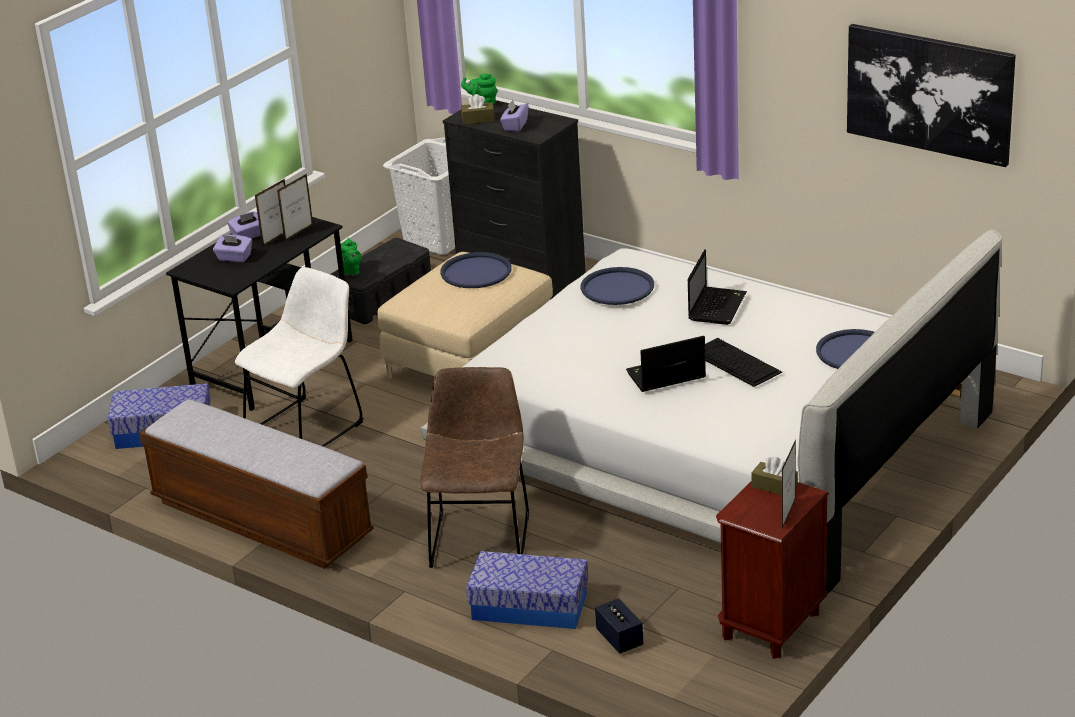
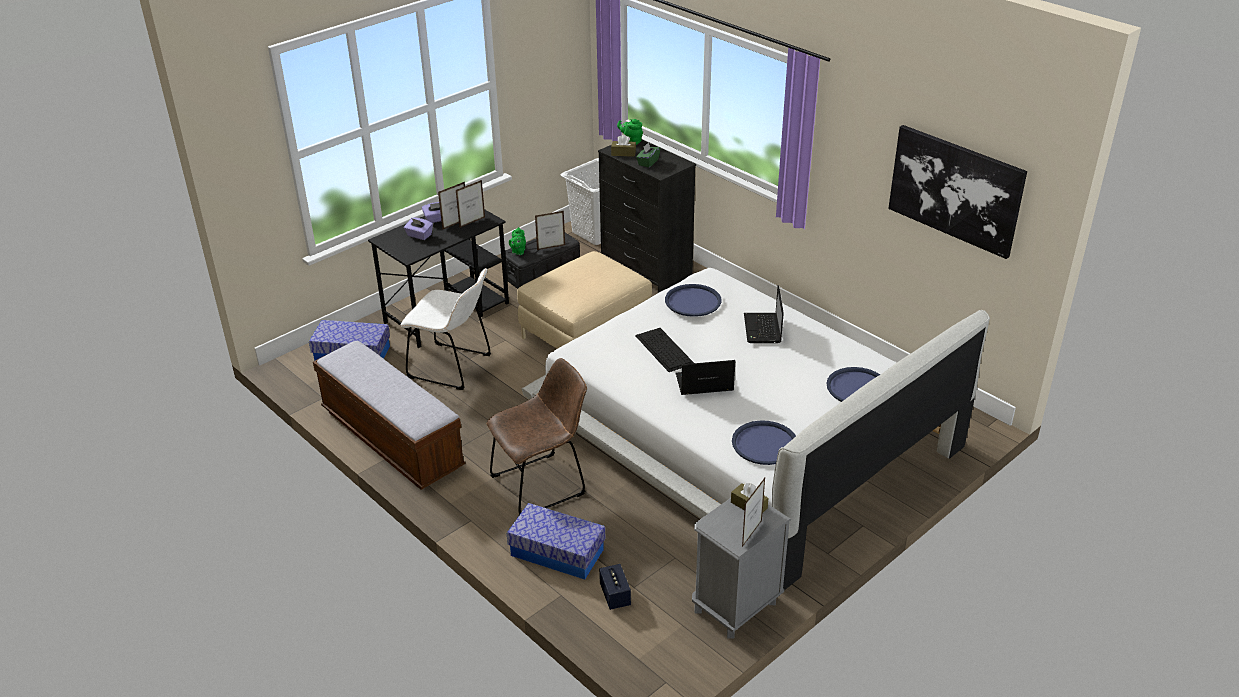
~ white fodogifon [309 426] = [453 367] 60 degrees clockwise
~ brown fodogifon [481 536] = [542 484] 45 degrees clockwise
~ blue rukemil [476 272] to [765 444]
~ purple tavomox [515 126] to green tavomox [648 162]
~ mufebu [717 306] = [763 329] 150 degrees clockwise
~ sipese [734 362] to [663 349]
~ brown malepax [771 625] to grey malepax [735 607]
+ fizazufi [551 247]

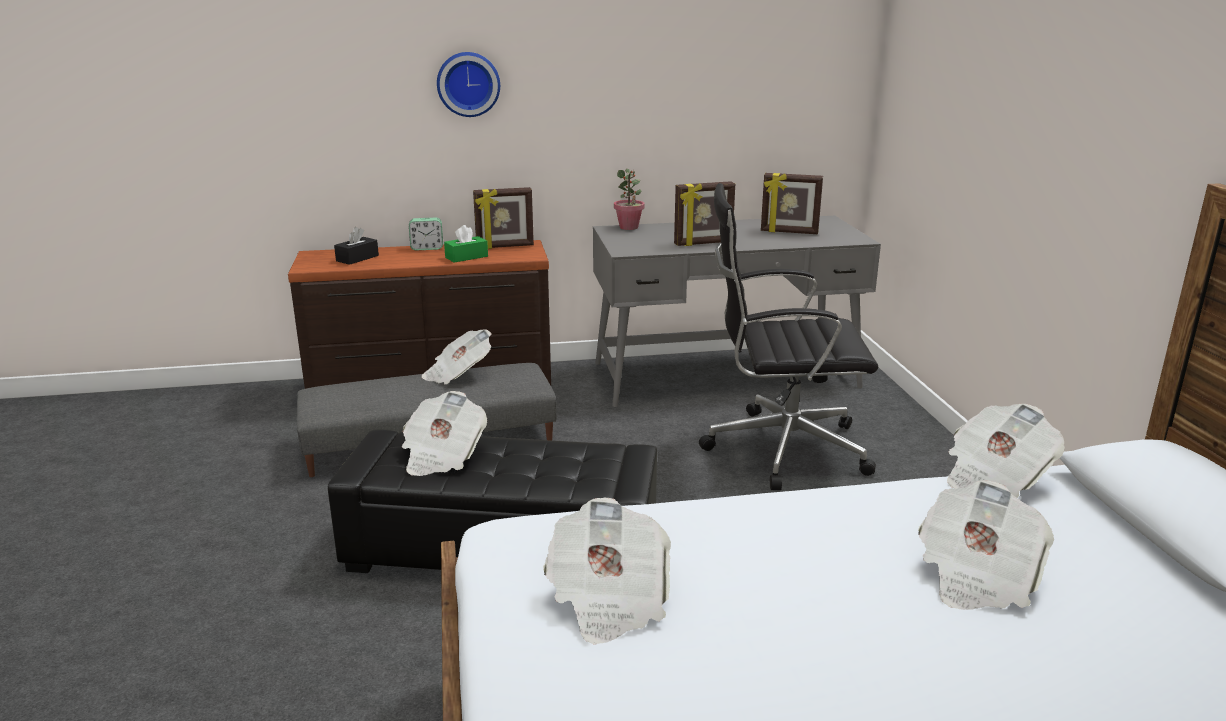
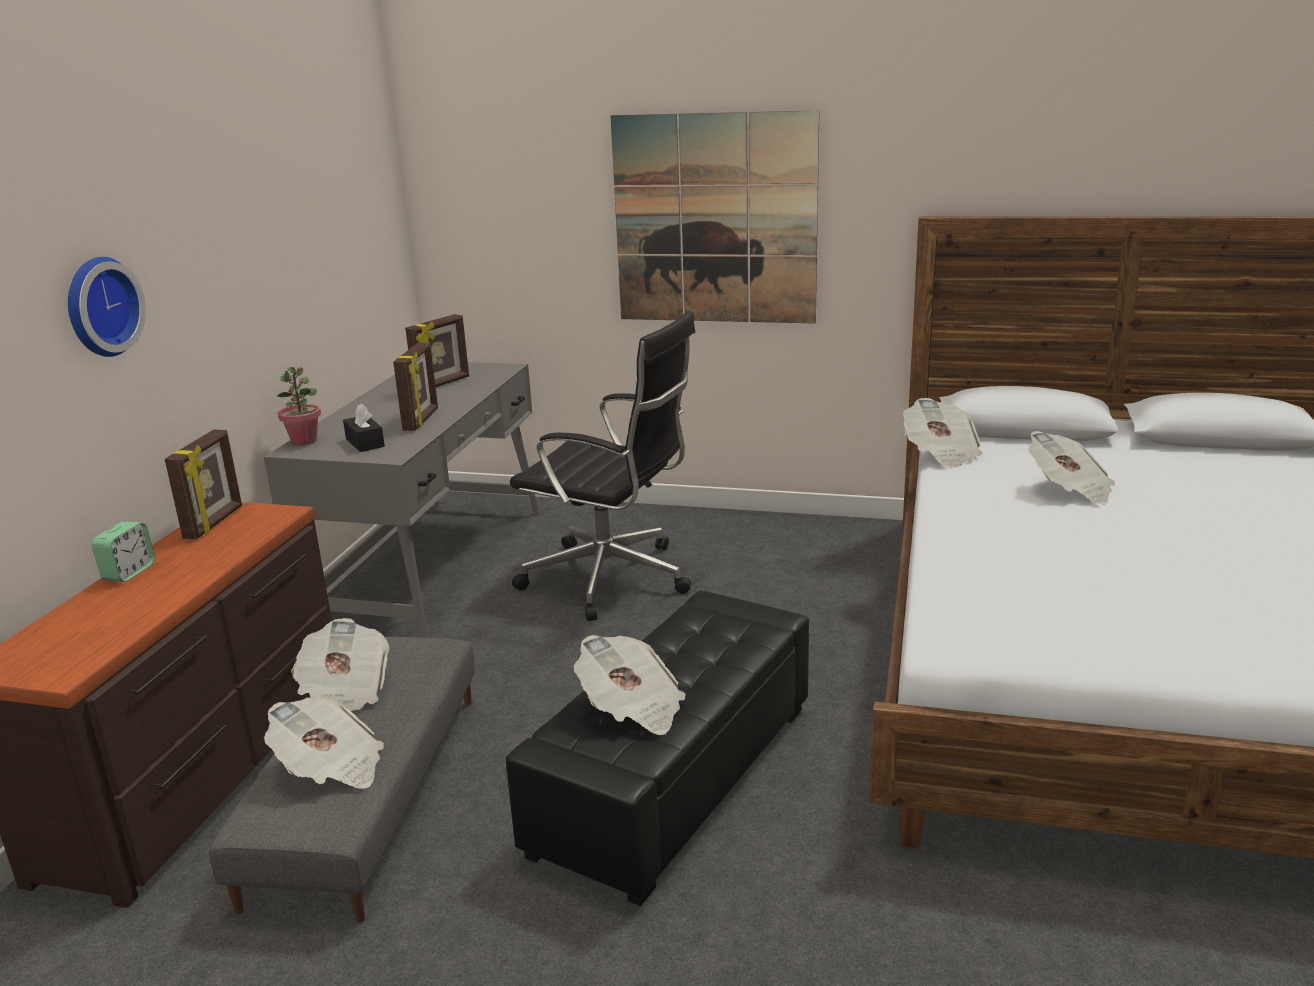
~ black tavomox [357 258] to [365 442]
- green tavomox [466 257]
~ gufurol [608 600] to [331 768]
~ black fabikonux [781 449] = [612 579] 90 degrees counterclockwise
+ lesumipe [715 220]

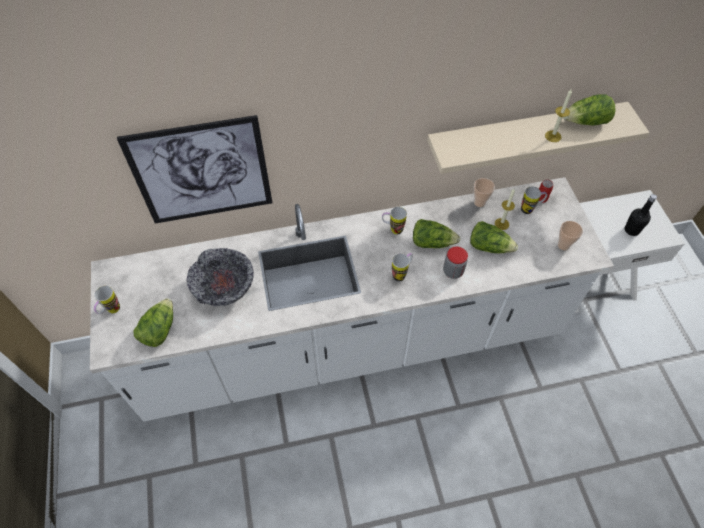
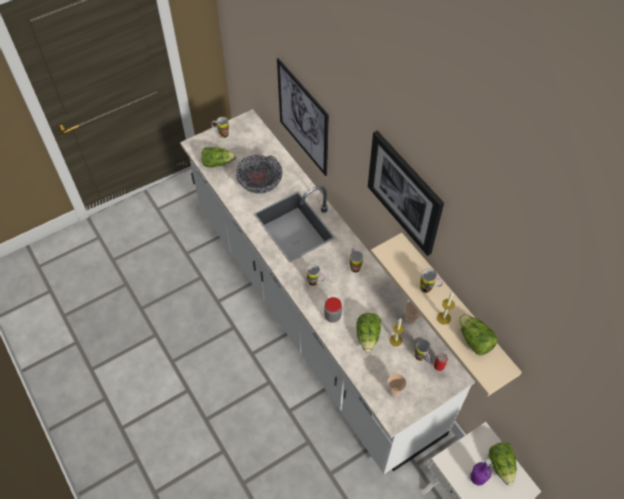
~ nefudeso [432 242] to [501 465]
~ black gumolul [631 230] to purple gumolul [478 478]
+ lesumipe [405 192]
+ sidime [429 289]

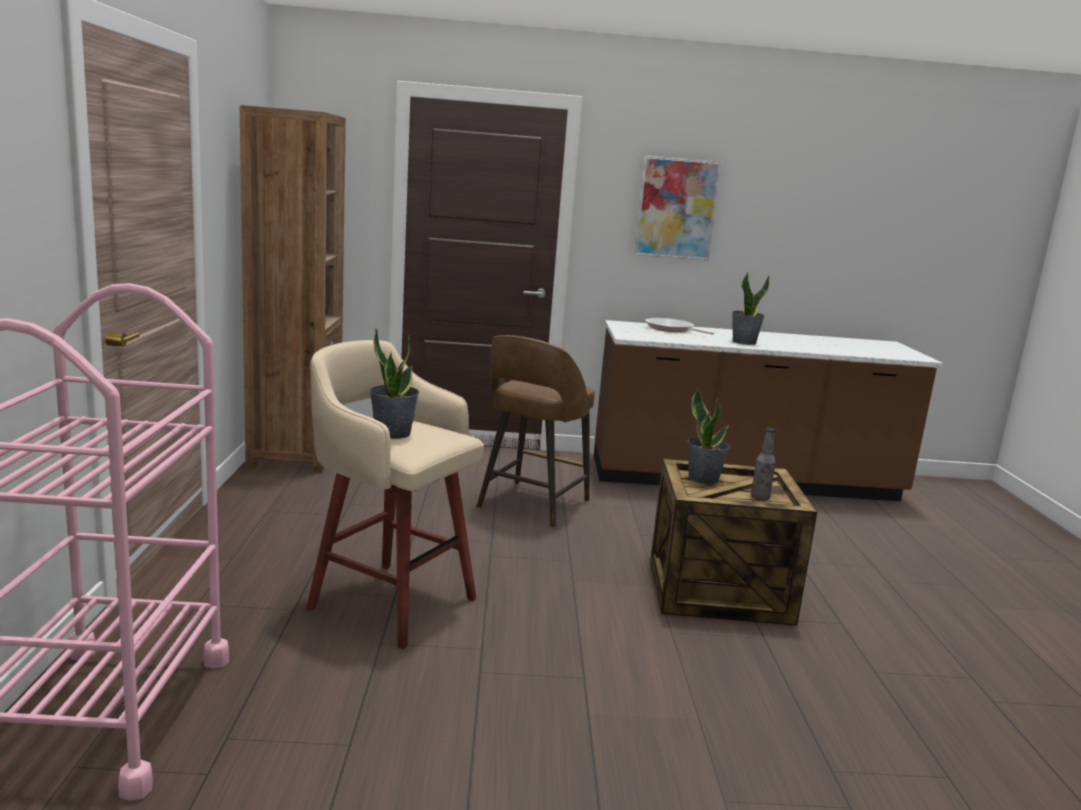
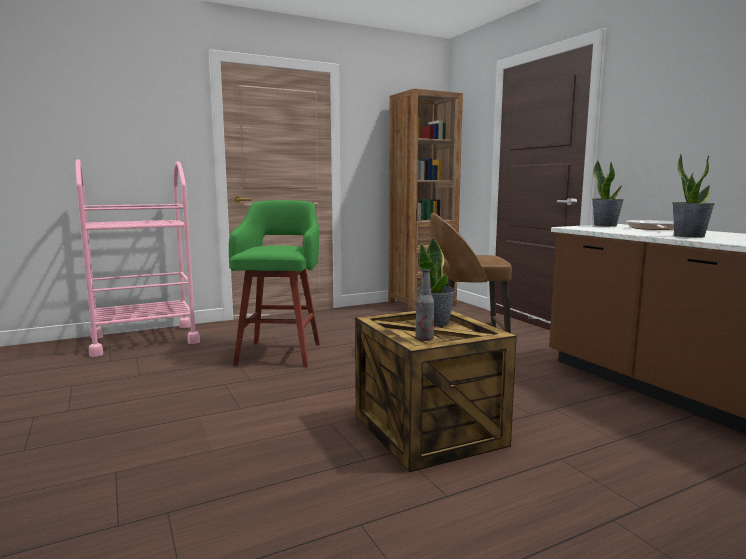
~ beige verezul [389 601] to green verezul [280 353]
~ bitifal [392 433] to [605 225]
- lesumipe [676 208]

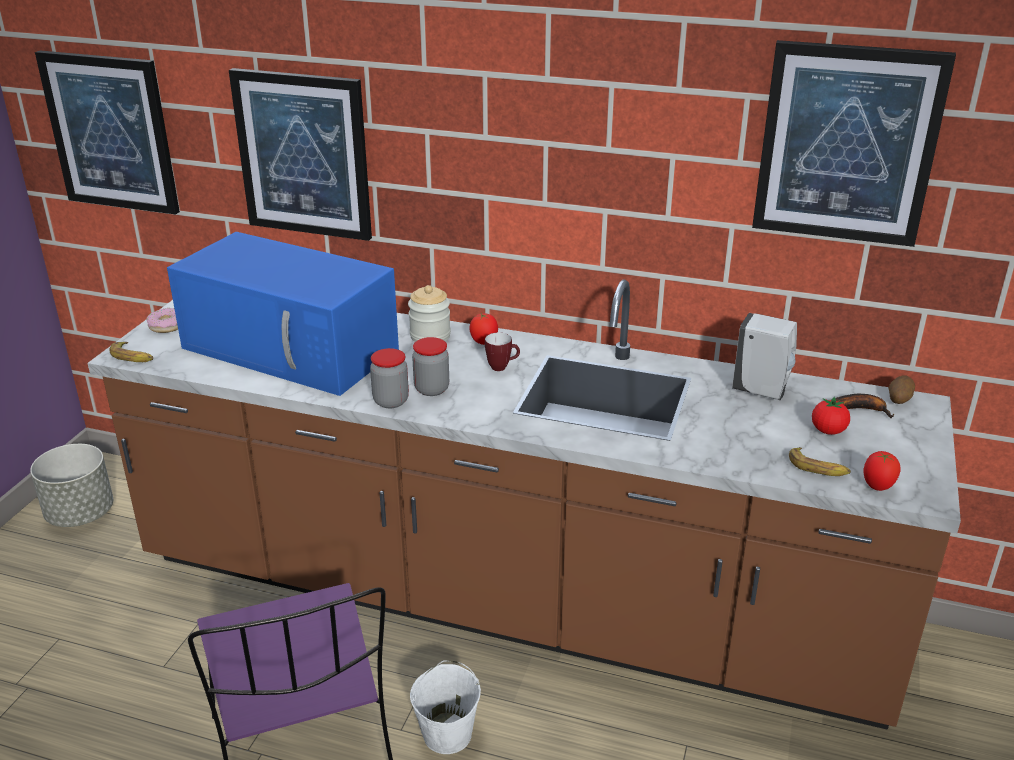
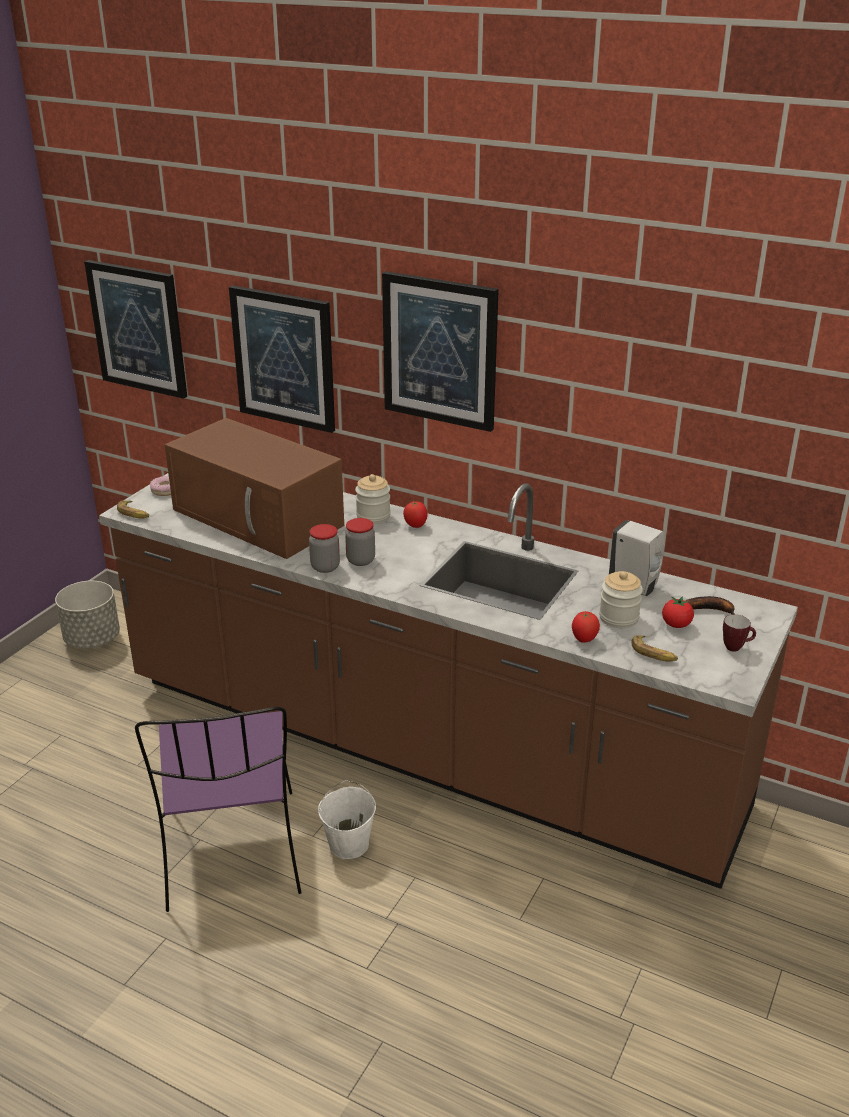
~ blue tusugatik [293 349] to brown tusugatik [260 518]
~ sidime [502 367] to [736 647]
~ lesumipe [847 144] to [440 351]
~ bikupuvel [877 487] to [584 640]
- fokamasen [898 400]
+ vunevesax [618 618]

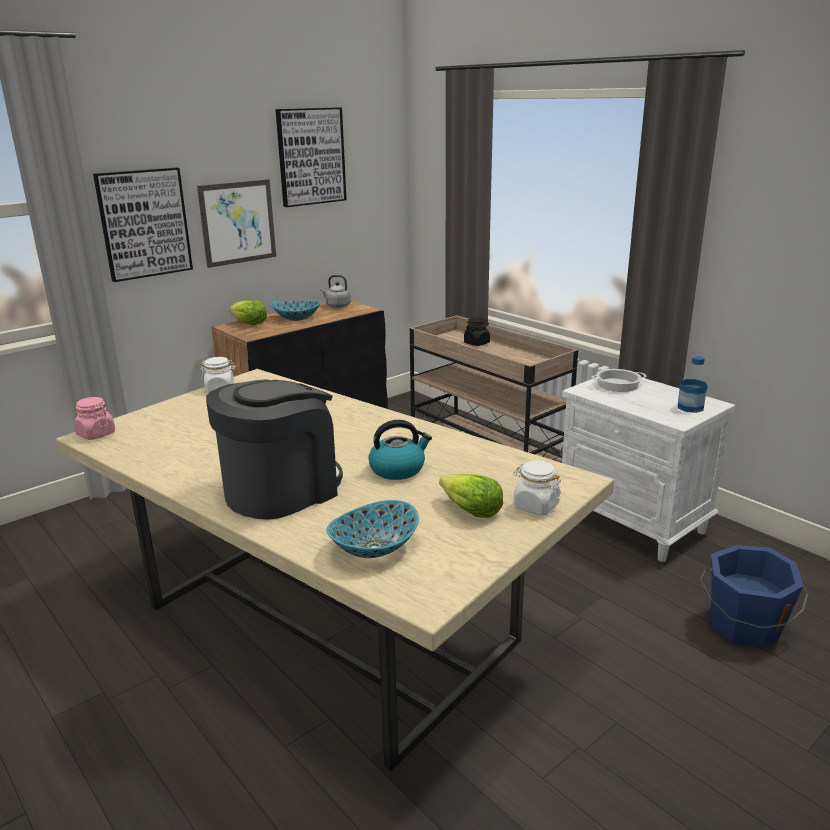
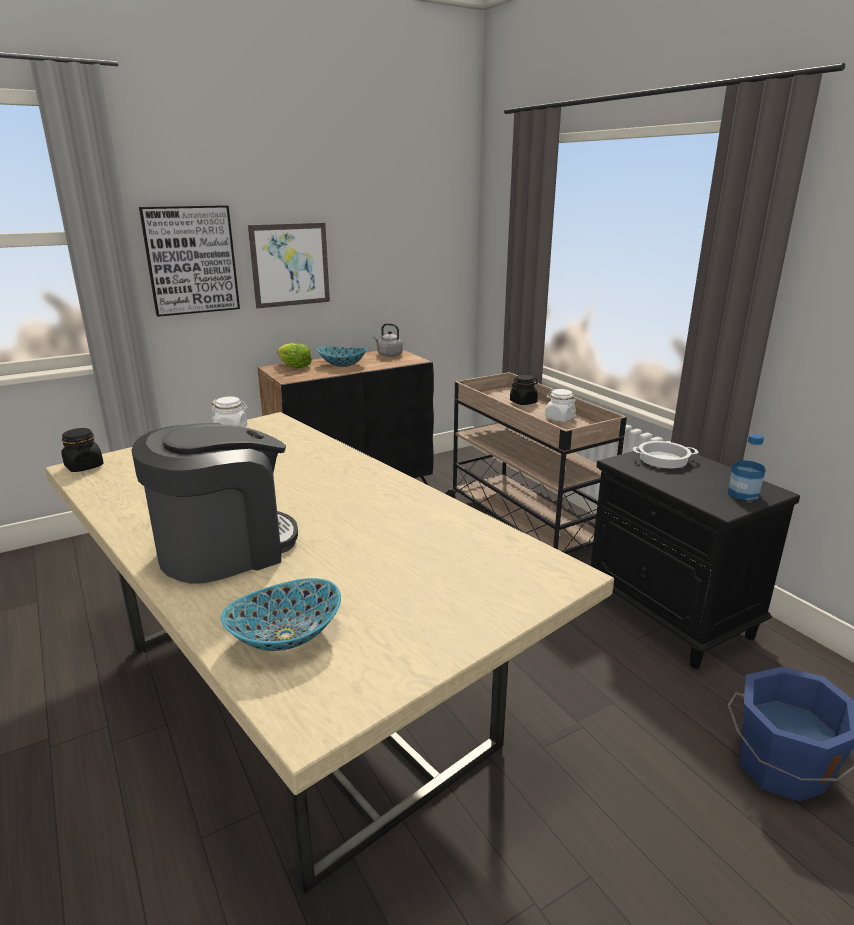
~ pink vunevesax [96 434] to black vunevesax [84 466]
- lesumipe [311 156]
- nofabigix [398 469]
- nefudeso [470 510]
~ white vunevesax [535 506] to [559 418]
~ white malepax [633 523] to black malepax [670 616]

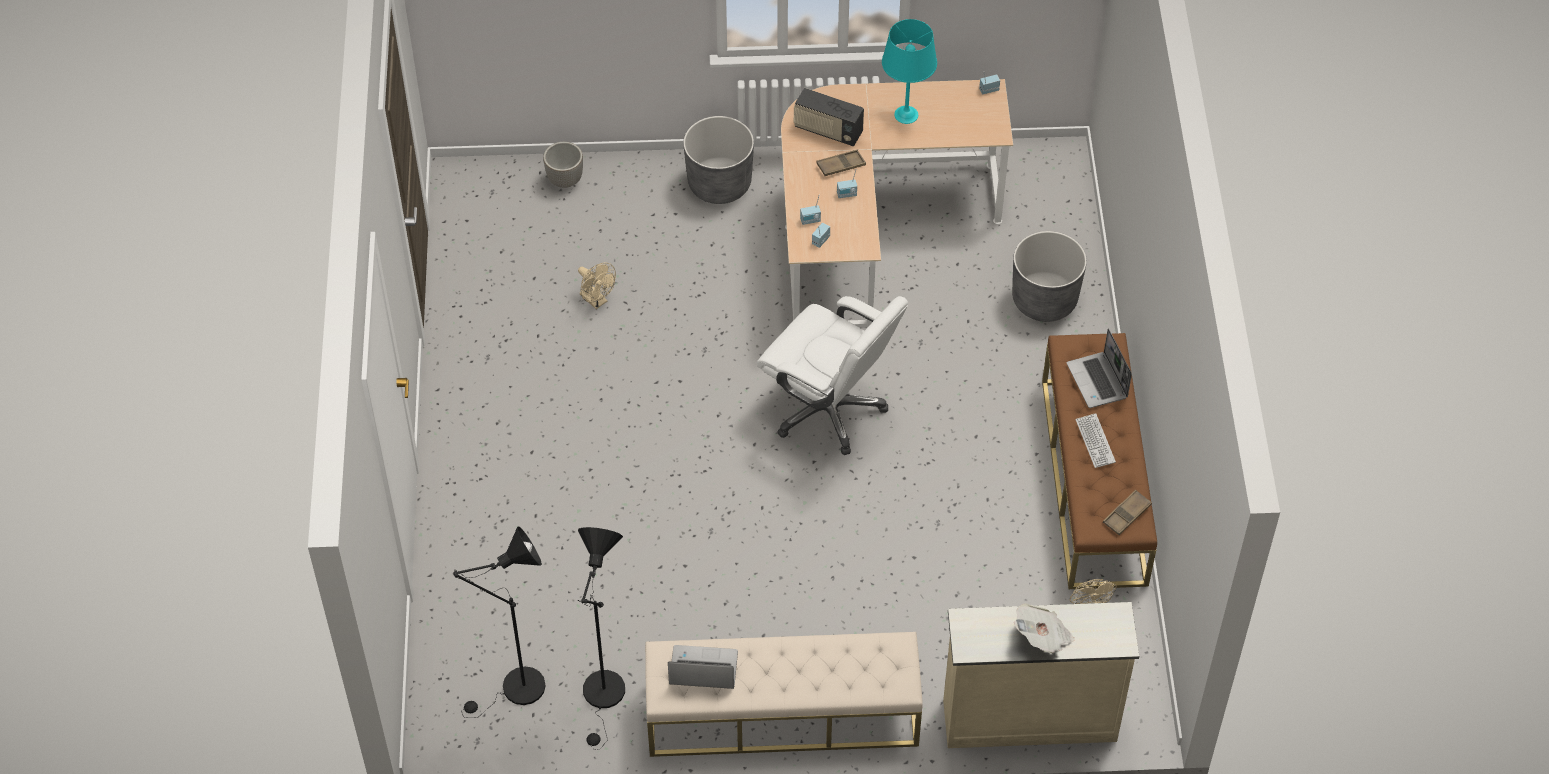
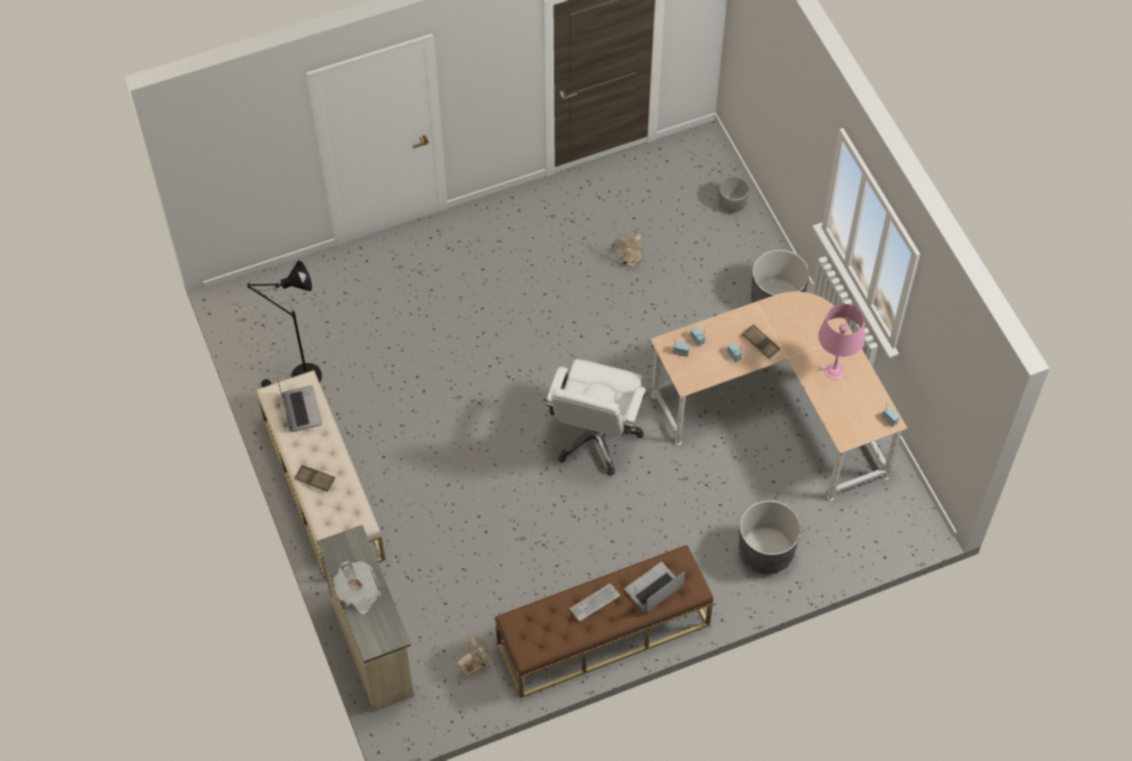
- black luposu [516 691]
- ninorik [828 131]
~ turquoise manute [906 115] to pink manute [834 371]
~ brown rukemil [1126 515] to [315 479]

